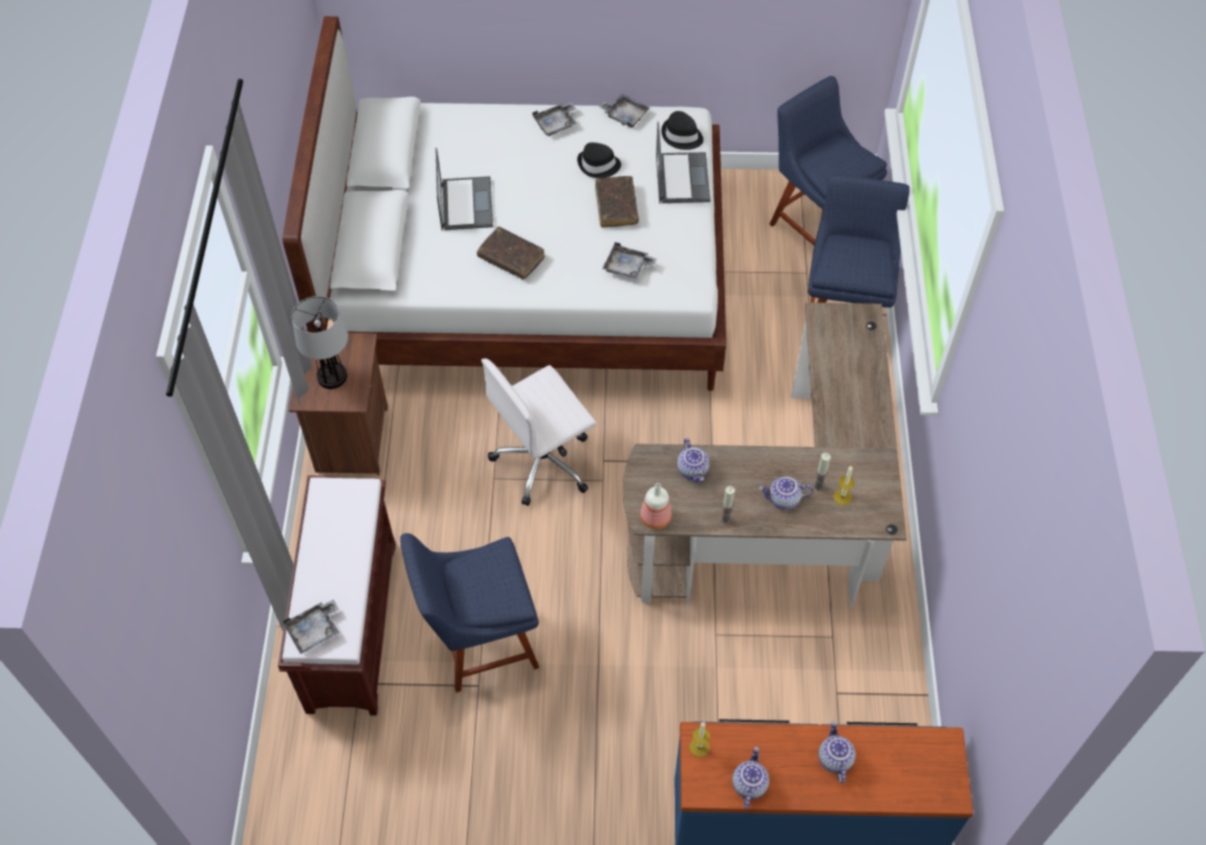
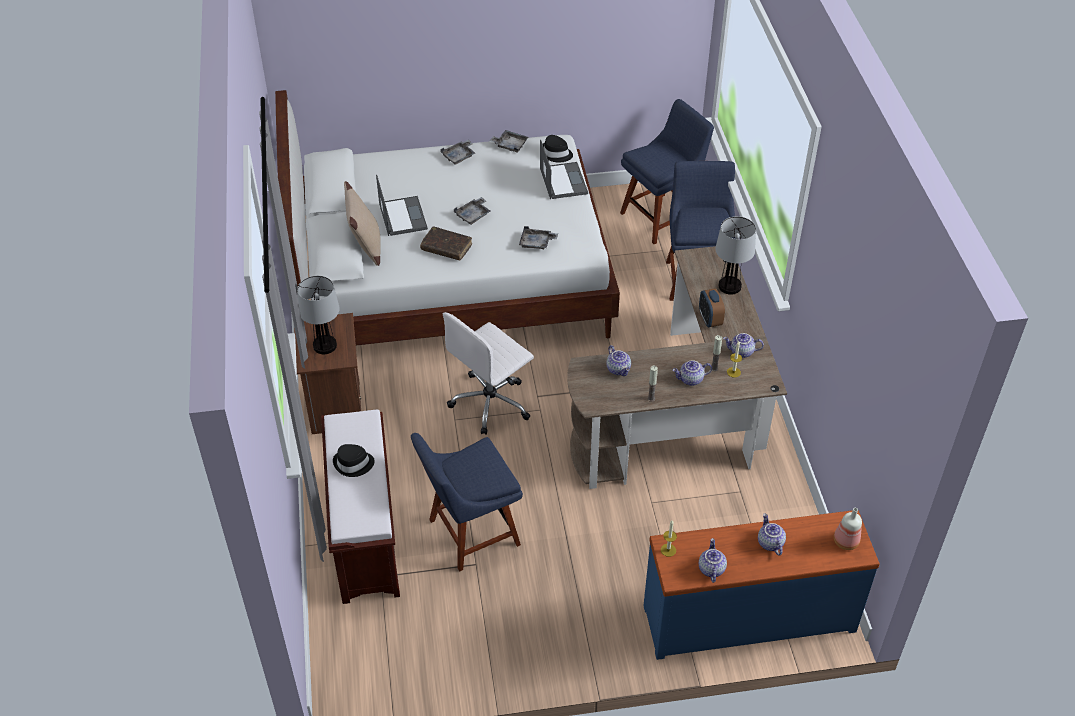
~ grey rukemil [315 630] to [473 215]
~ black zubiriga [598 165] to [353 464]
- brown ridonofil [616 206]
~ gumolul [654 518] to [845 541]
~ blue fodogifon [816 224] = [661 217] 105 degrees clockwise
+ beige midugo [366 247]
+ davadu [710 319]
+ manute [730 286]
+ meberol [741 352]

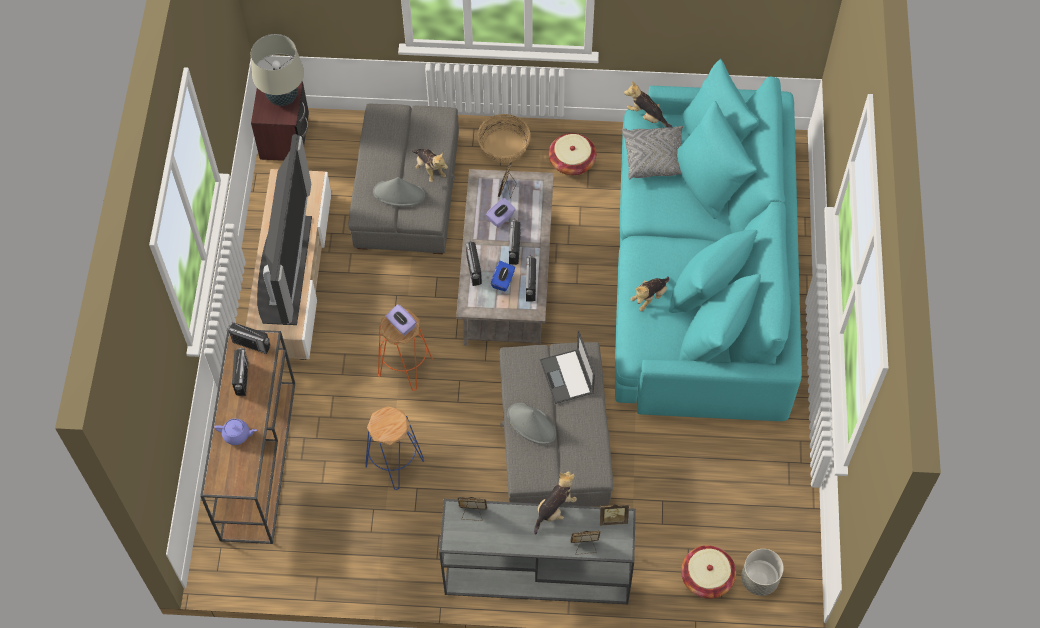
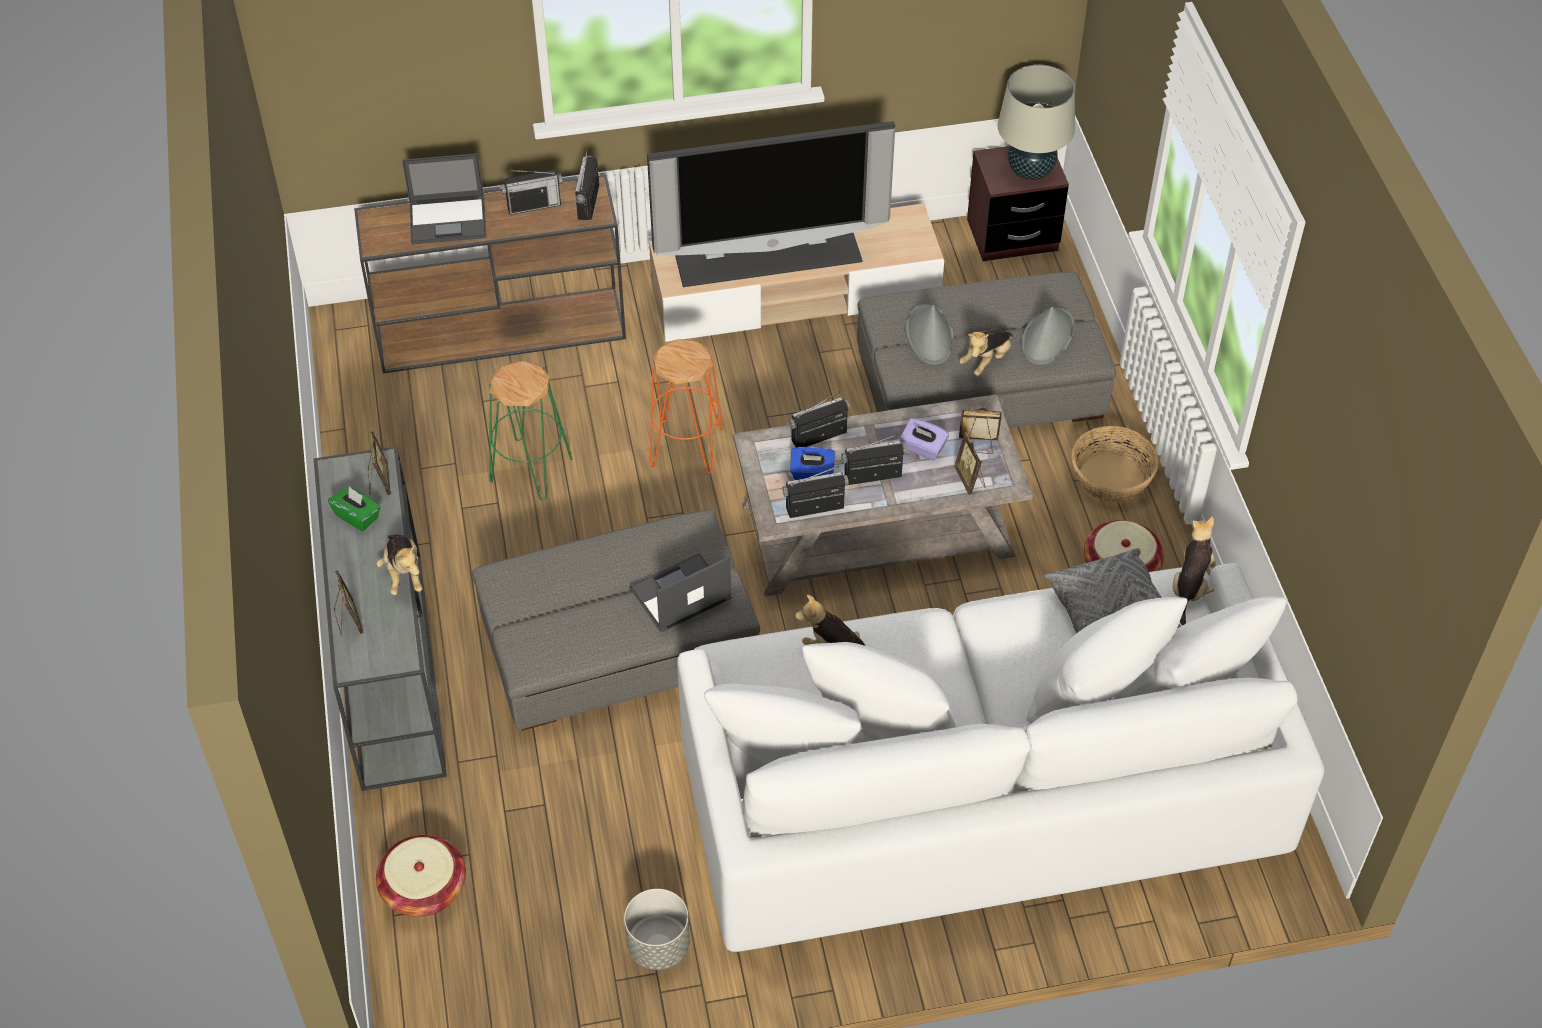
~ purple meberol [237 435] to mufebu [449 220]
~ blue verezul [394 463] to green verezul [530 469]
- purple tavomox [401 325]
~ grey zubiriga [531 424] to [1047 338]
~ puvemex [555 509] = [404 574] 45 degrees clockwise
~ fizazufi [613 518] to [970 480]
~ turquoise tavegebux [702 273] to white tavegebux [979 784]
~ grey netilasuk [759 579] to [658 946]
+ green tavomox [357 516]

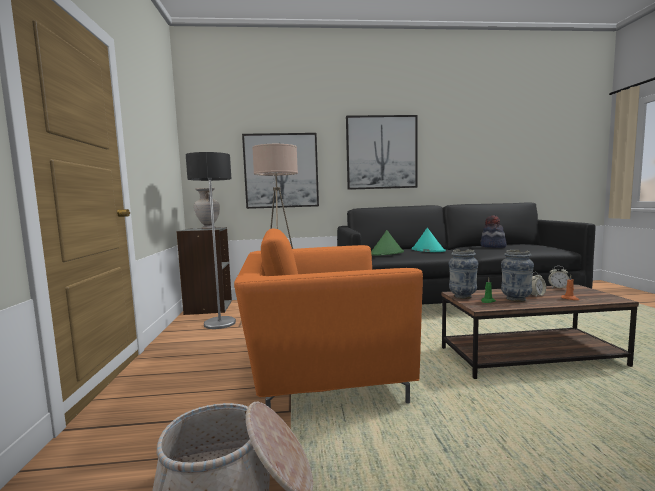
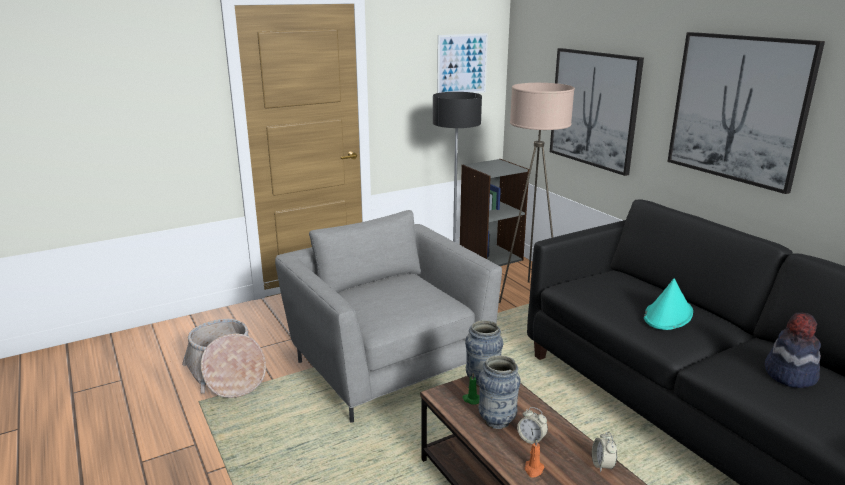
- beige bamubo [208 228]
~ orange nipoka [321 370] to grey nipoka [388 363]
- green zubiriga [386 253]
+ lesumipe [462 64]

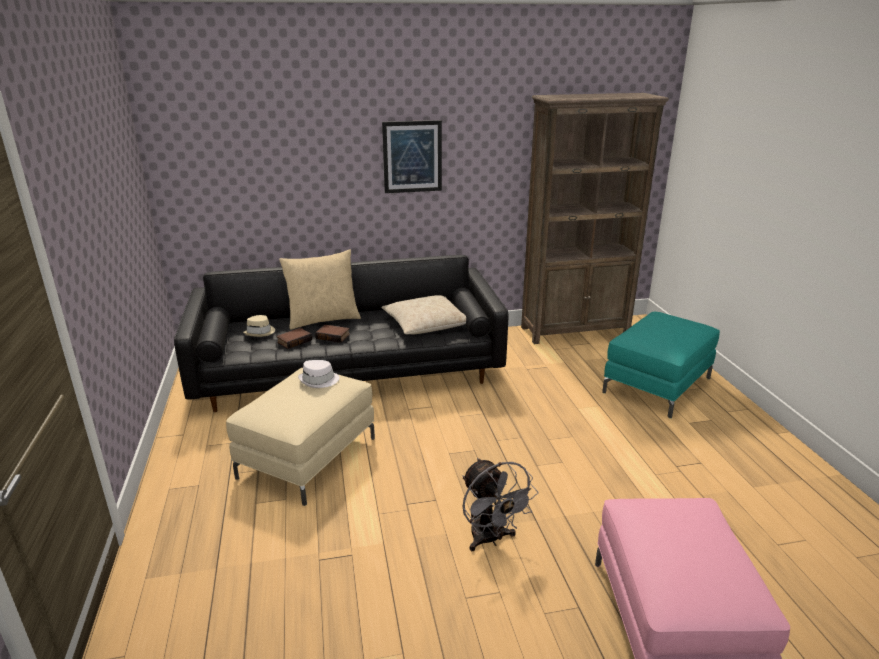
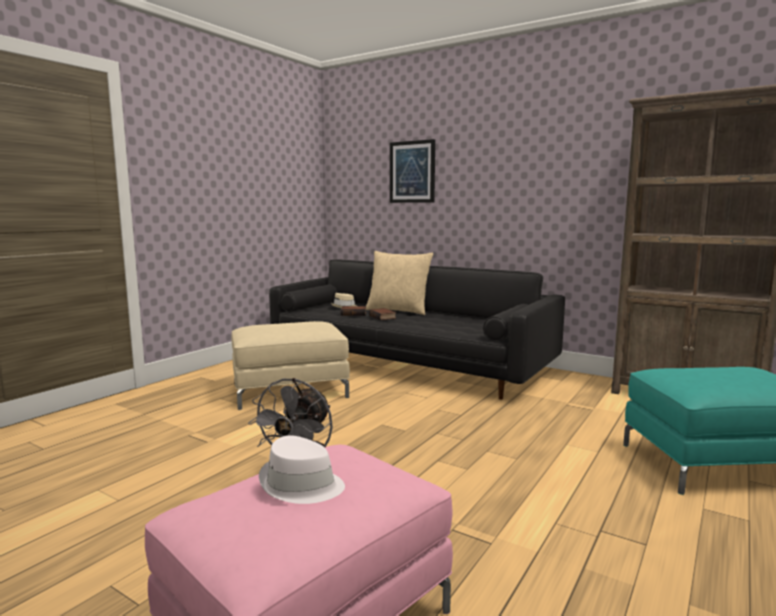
~ white zubiriga [319 380] to [301 485]
- beige midugo [426 324]
~ lesumipe [412 156] to [412 172]

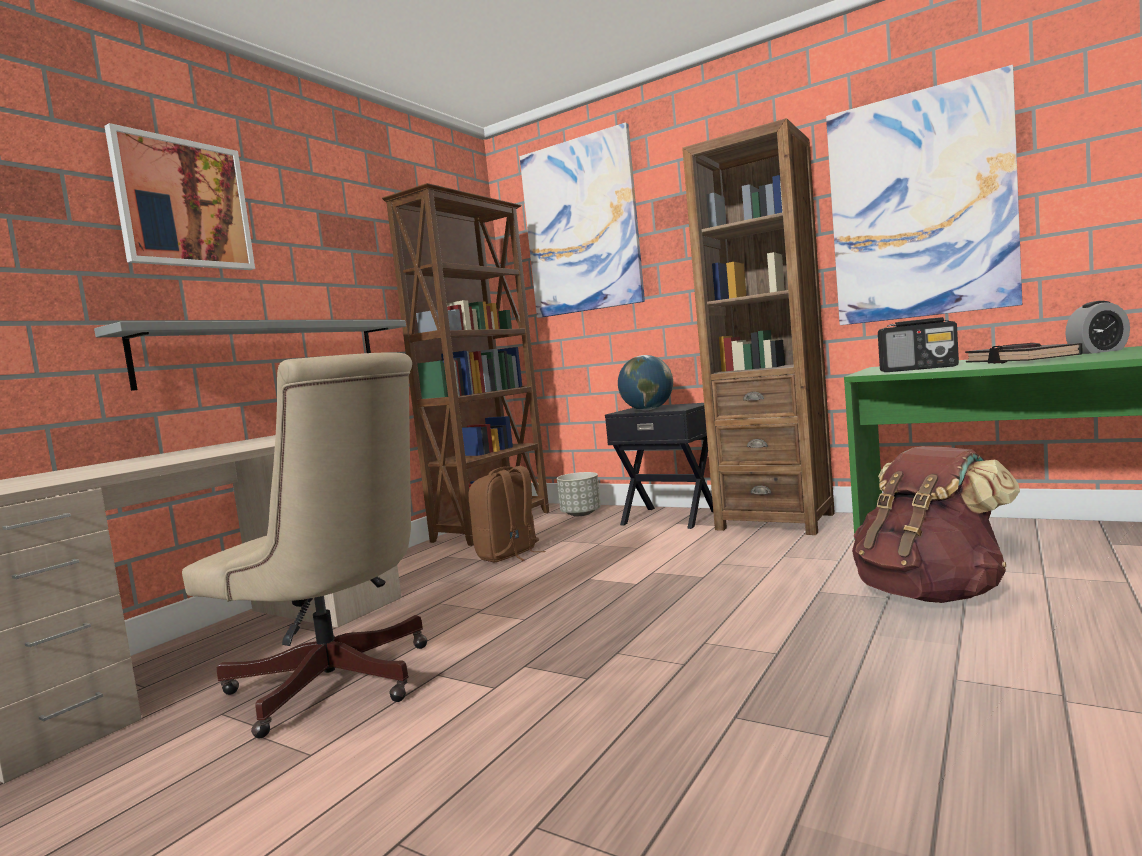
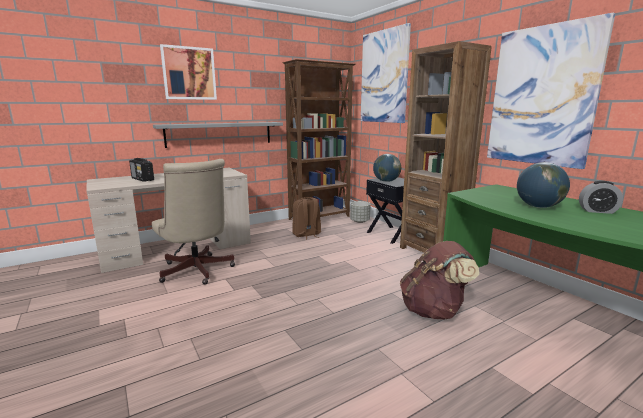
~ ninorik [919 369] to [143 179]
~ black ridonofil [1020 360] to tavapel [538 207]

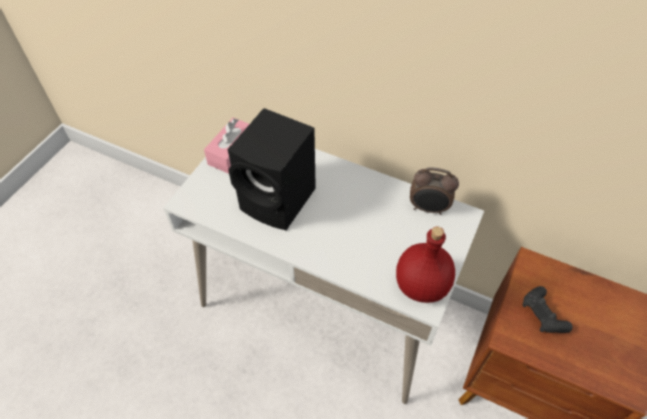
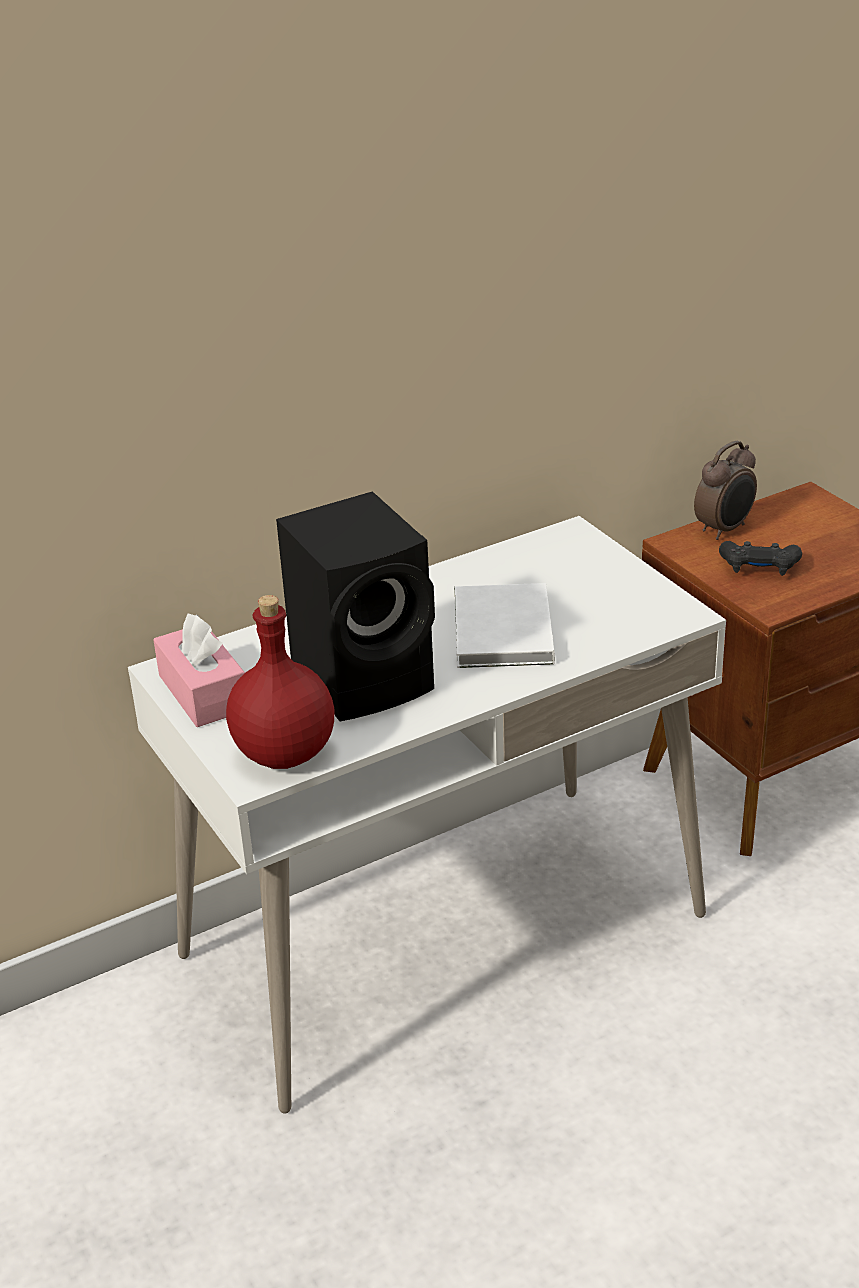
~ red gumolul [420 286] to [285 754]
~ davadu [428 208] to [725 529]
+ white ridonofil [501 633]

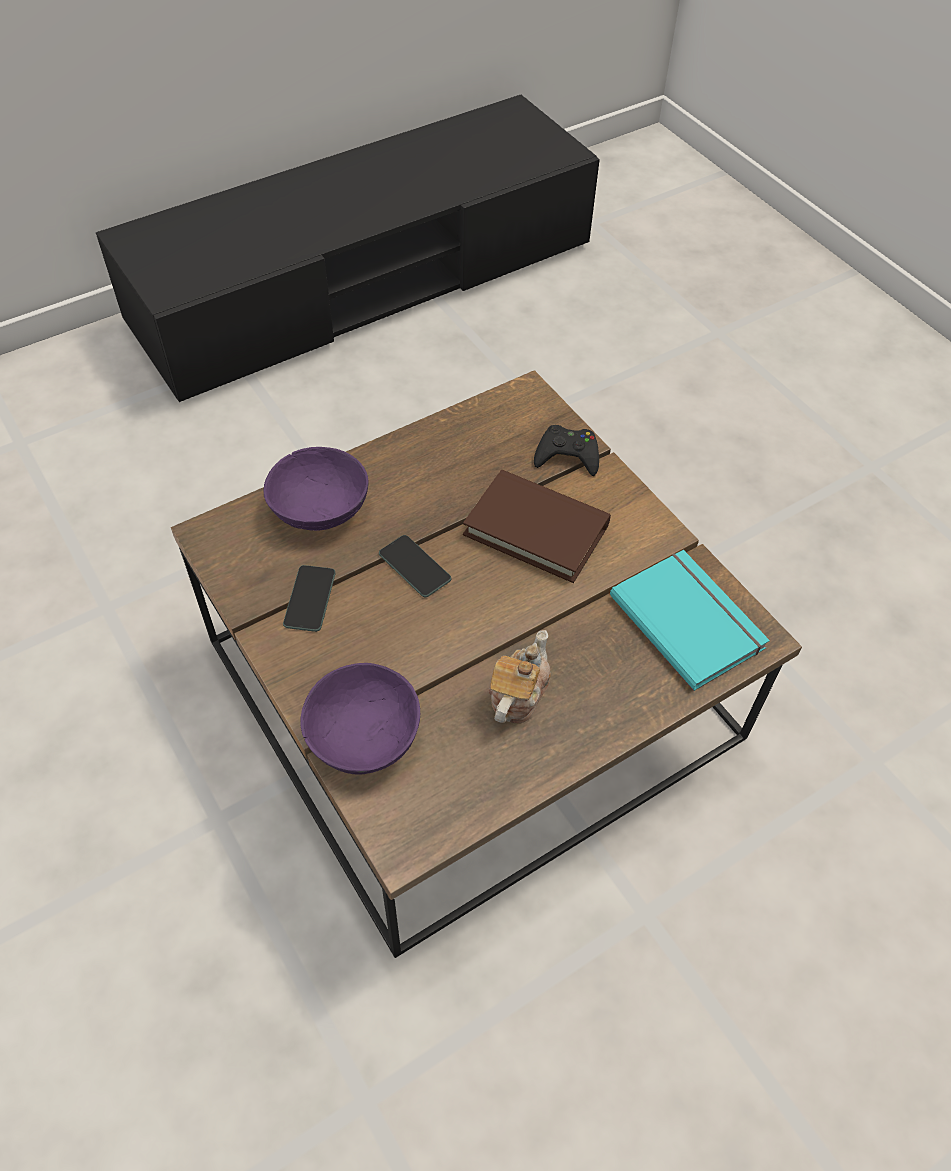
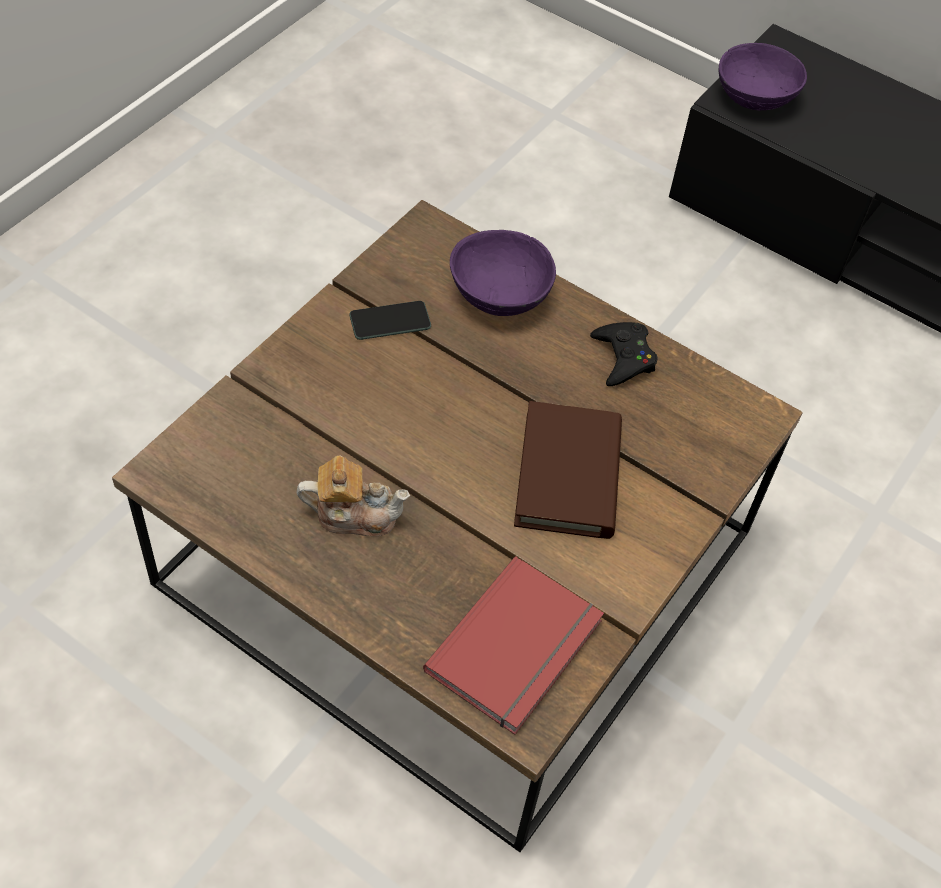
~ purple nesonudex [365 734] to [756 96]
- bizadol [414 567]
~ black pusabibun [567 455] to [623 358]
~ turquoise ridonofil [689 619] to red ridonofil [519 648]

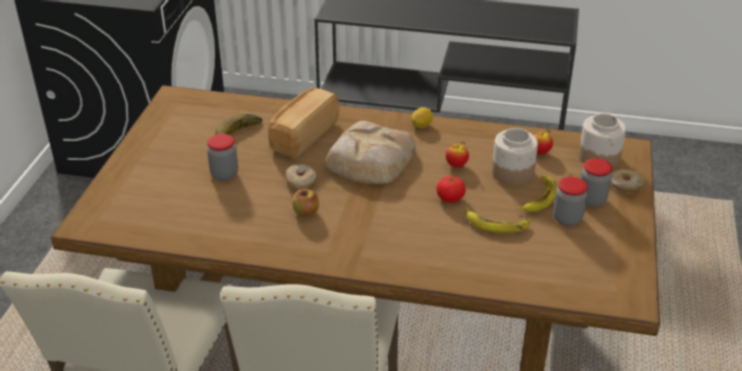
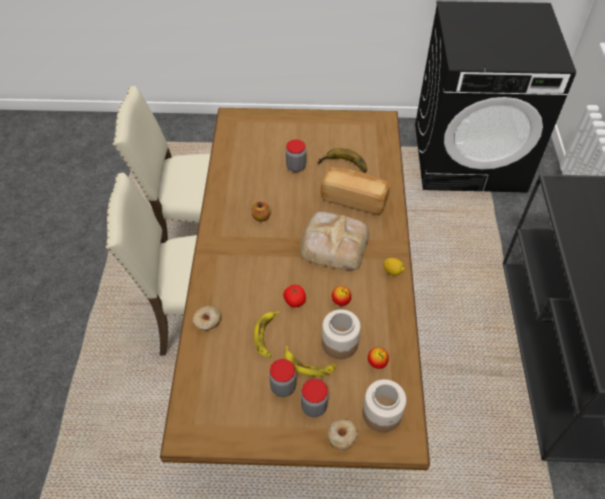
~ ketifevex [301 181] to [207 321]

